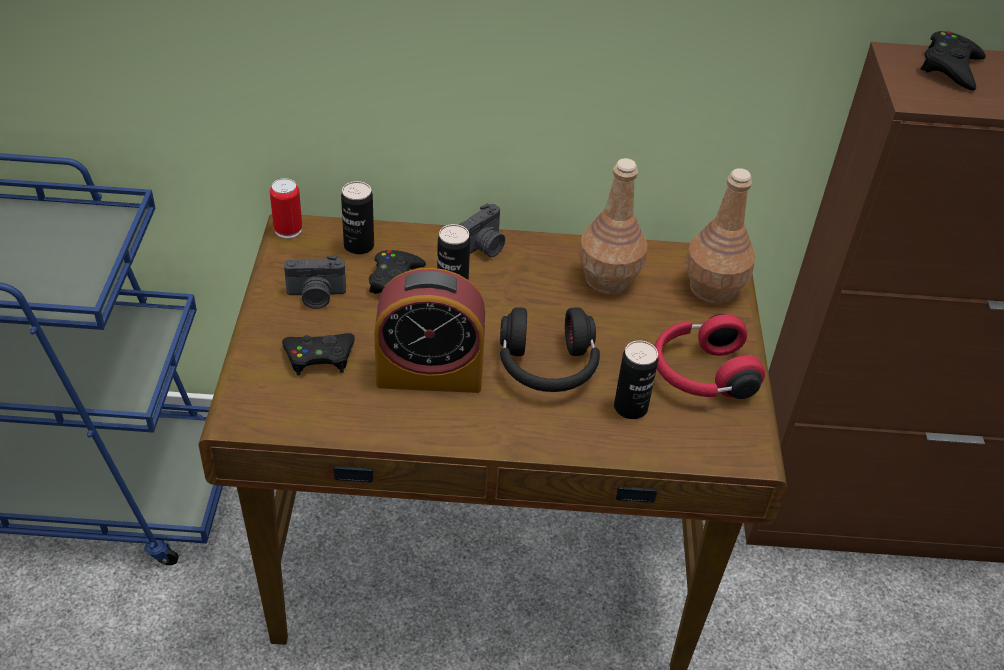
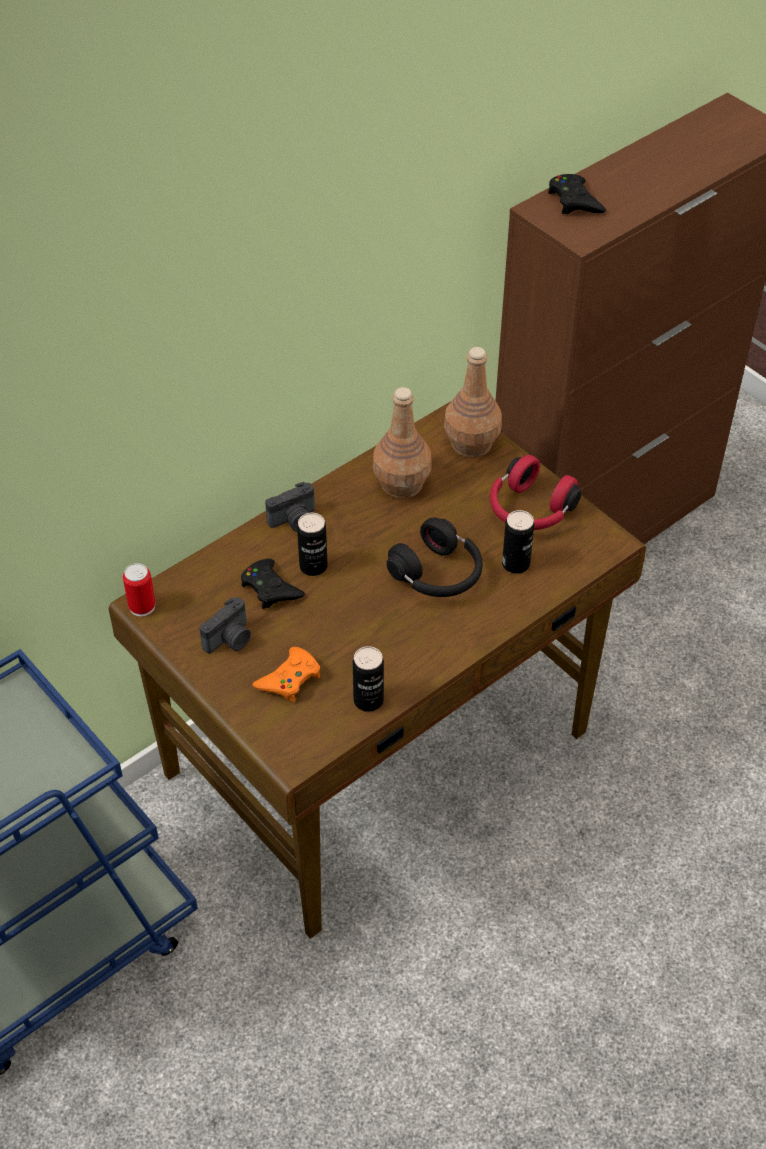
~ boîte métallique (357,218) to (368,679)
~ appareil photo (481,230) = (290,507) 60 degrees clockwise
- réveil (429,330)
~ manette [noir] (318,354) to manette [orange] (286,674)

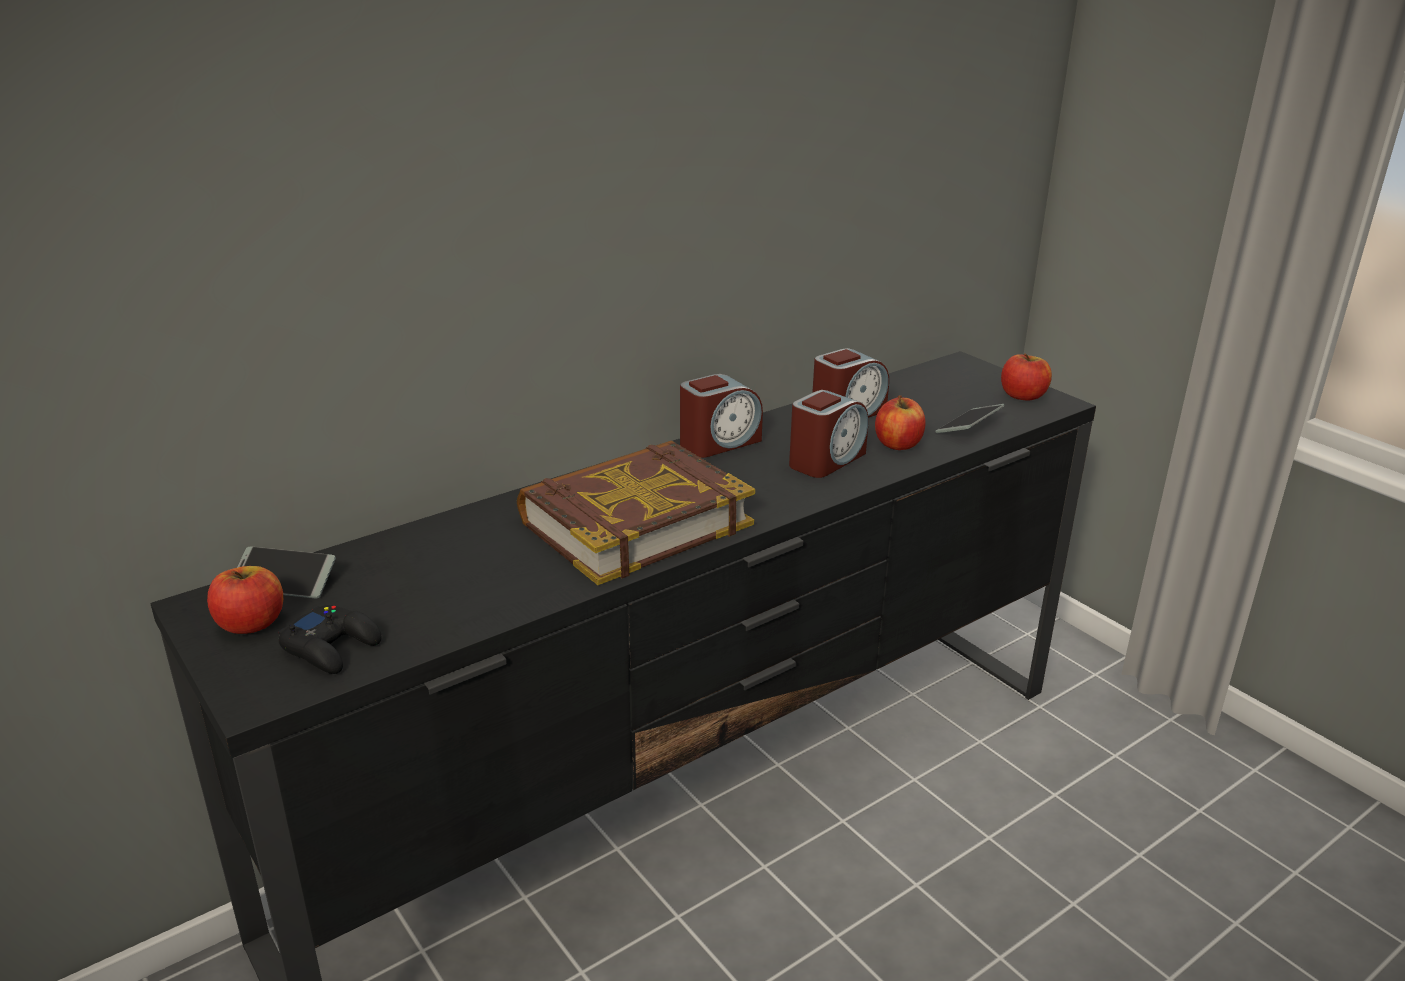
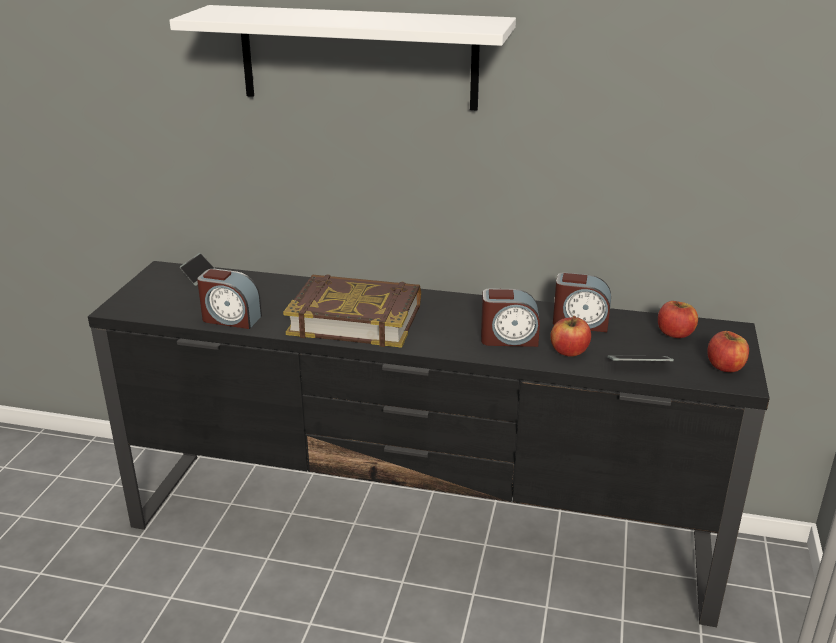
~ réveil (721,416) to (229,299)
~ pomme (245,600) to (678,319)
- manette [noir] (329,639)
+ étagère [blanc] (342,58)

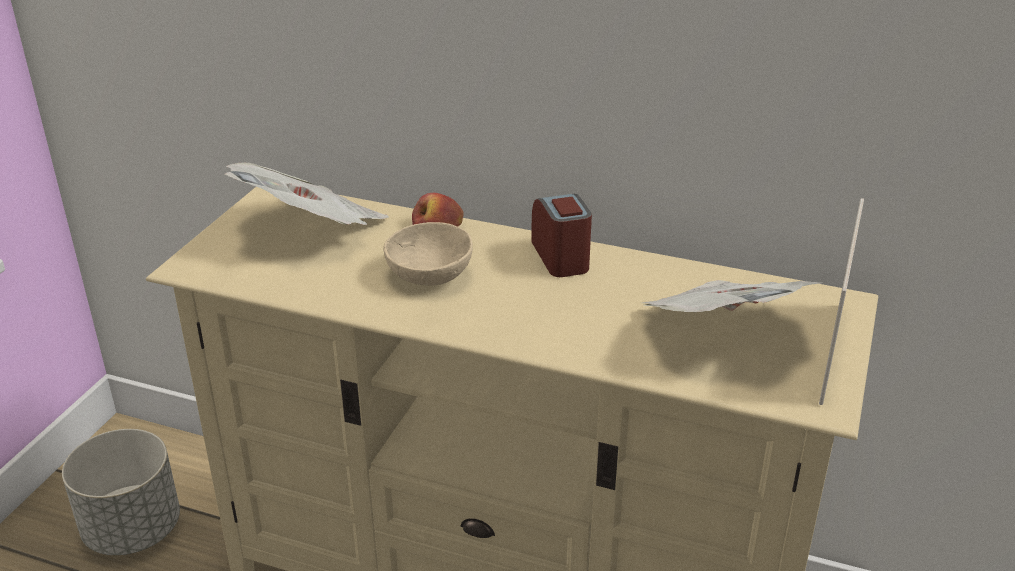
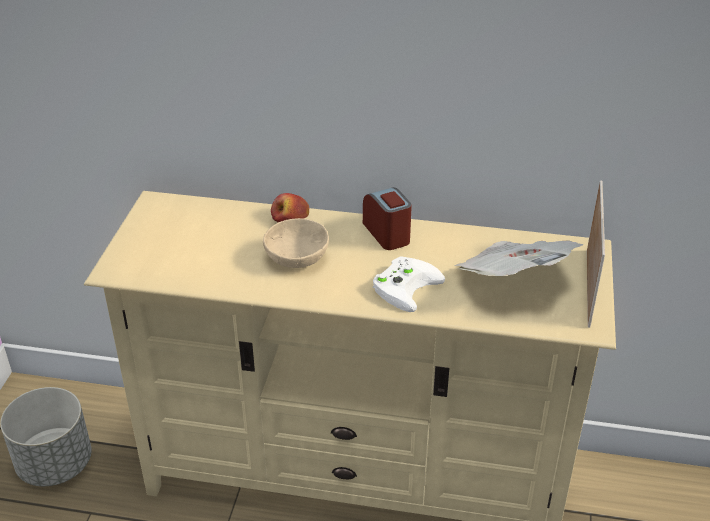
- journal (307,193)
+ manette [blanc] (409,284)

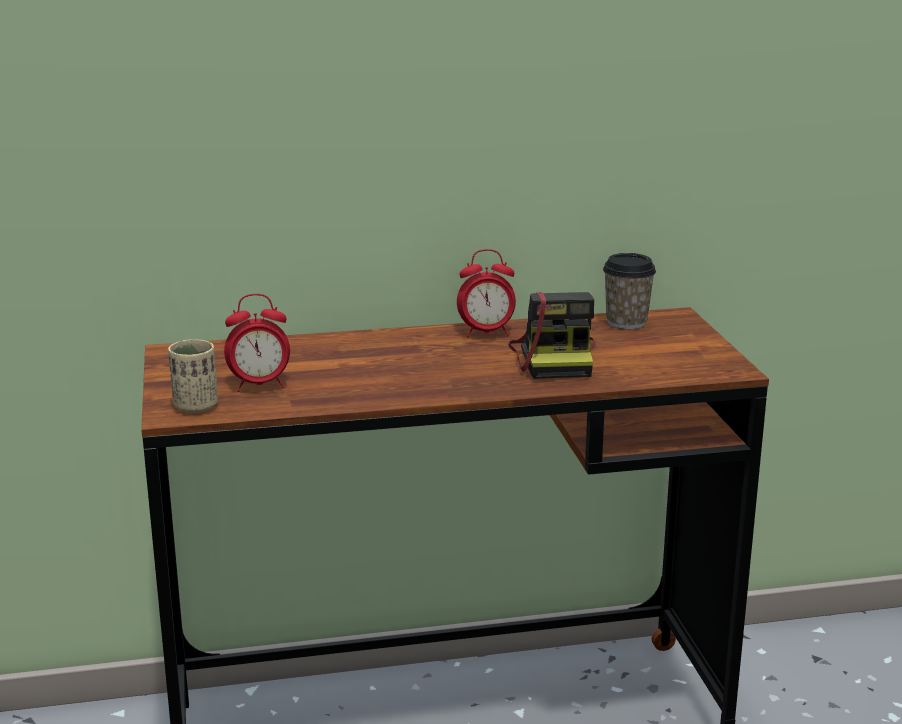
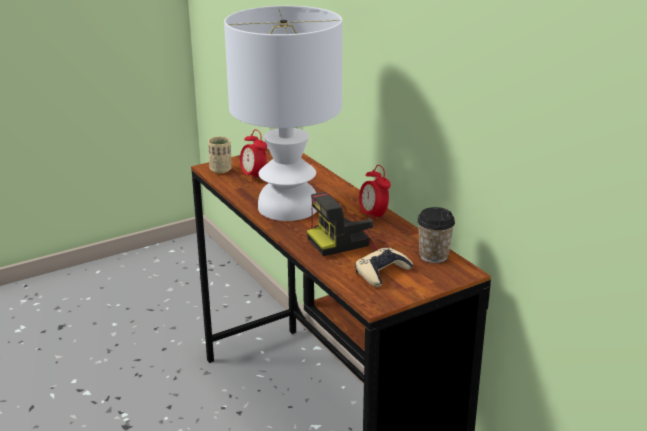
+ lampe de table [blanc] (283,113)
+ manette [beige] (384,267)

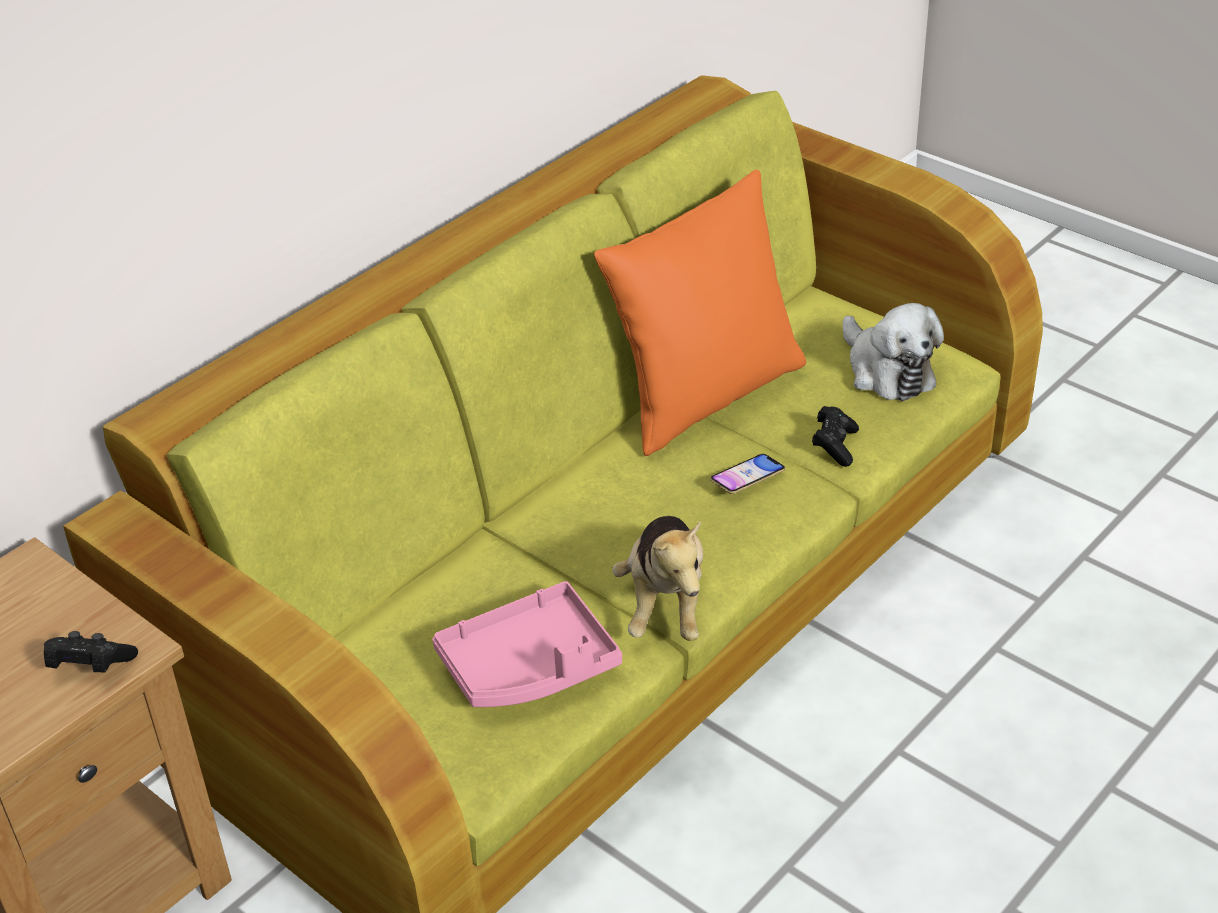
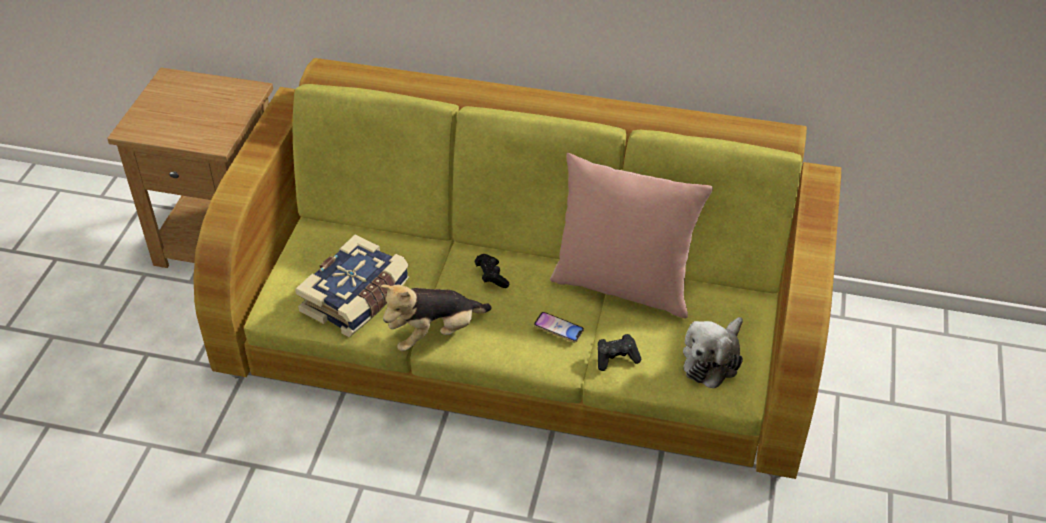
~ coussin [orange] (700,313) to coussin [rose] (631,236)
~ plateau [rose] (527,644) to livre (352,286)
~ manette [noir] (91,651) to (492,271)

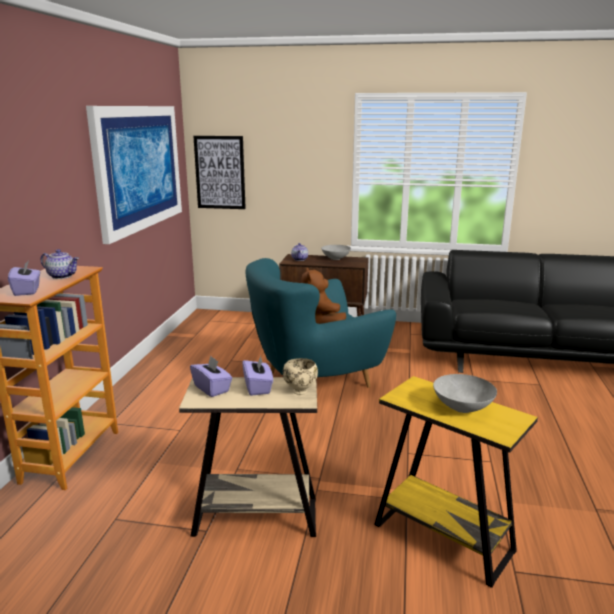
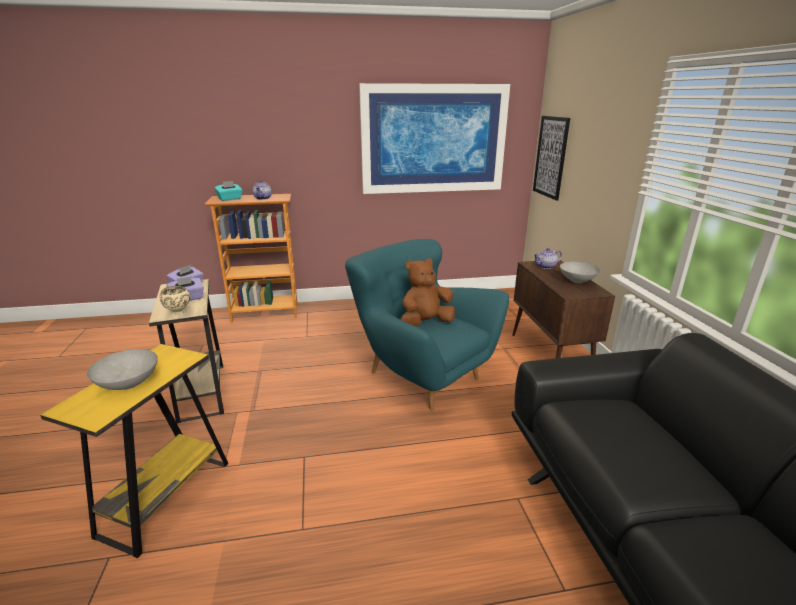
~ boîte à mouchoirs [violet] (24,278) to boîte à mouchoirs [turquoise] (228,191)

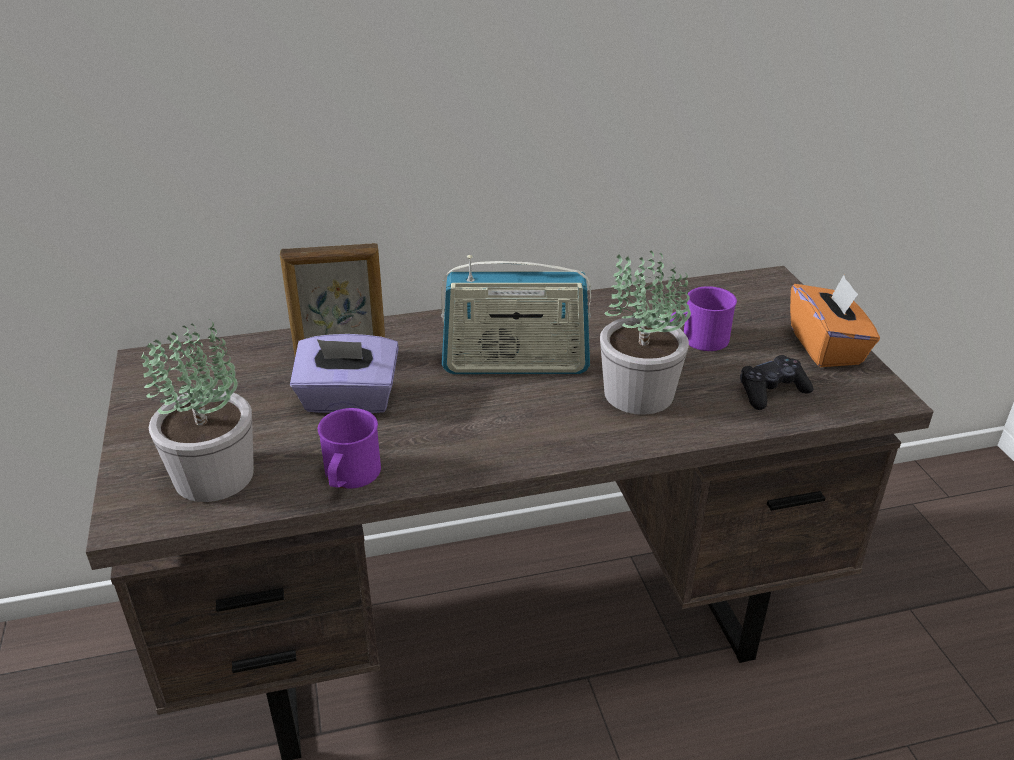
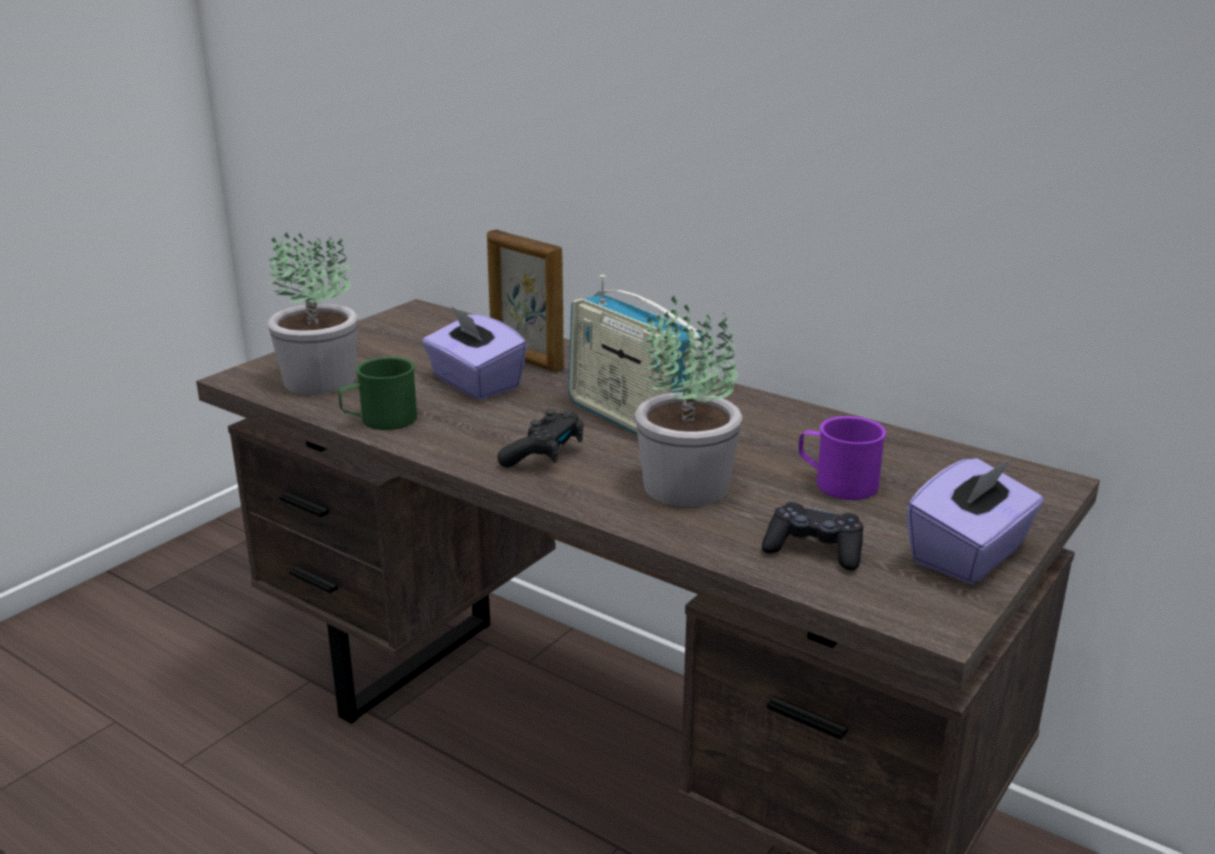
~ boîte à mouchoirs [orange] (835,321) to boîte à mouchoirs [violet] (975,521)
~ mug [violet] (349,448) to mug [vert] (377,393)
+ manette [noir] (540,438)

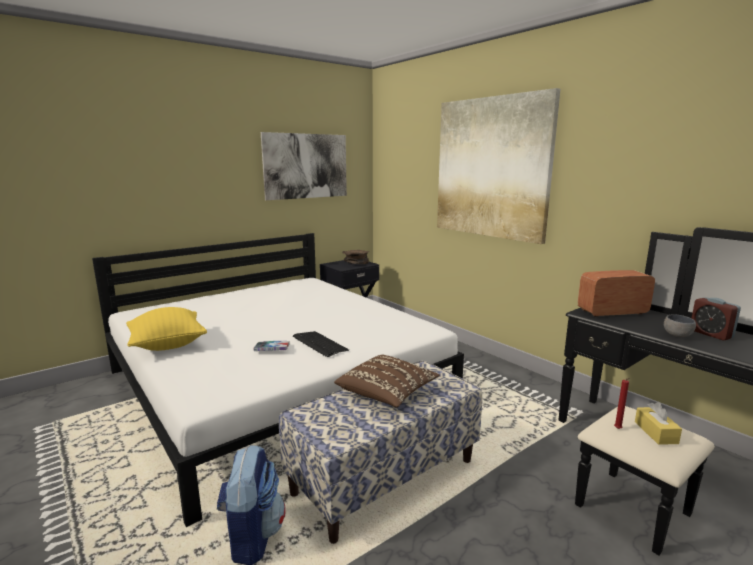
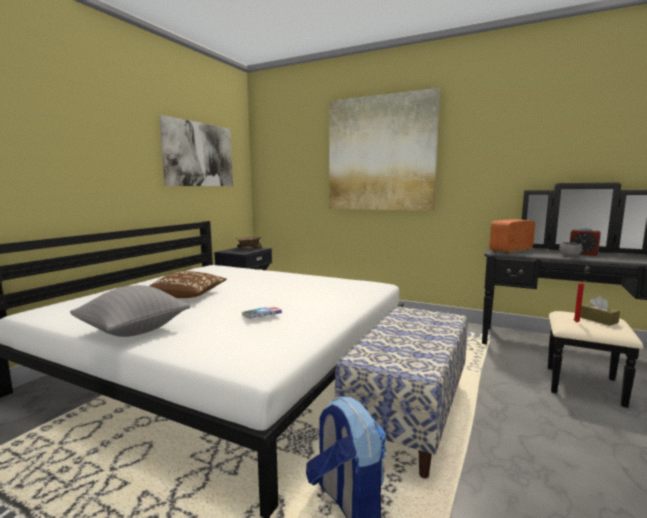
~ coussin [jaune] (166,329) to coussin [gris] (130,311)
- clavier (321,344)
~ coussin [marron] (387,380) to (188,284)
~ boîte à mouchoirs [jaune] (658,423) to boîte à mouchoirs [marron] (600,311)

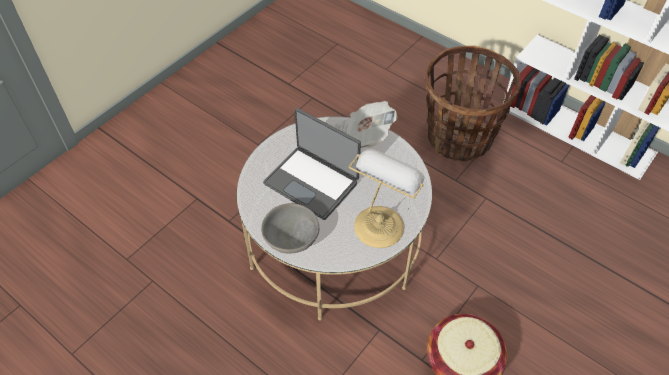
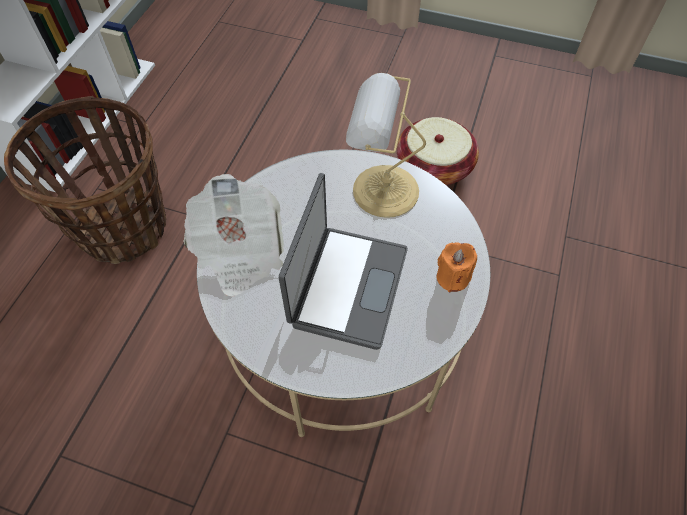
~ bol [gris] (290,228) to bougie [orange] (456,267)

